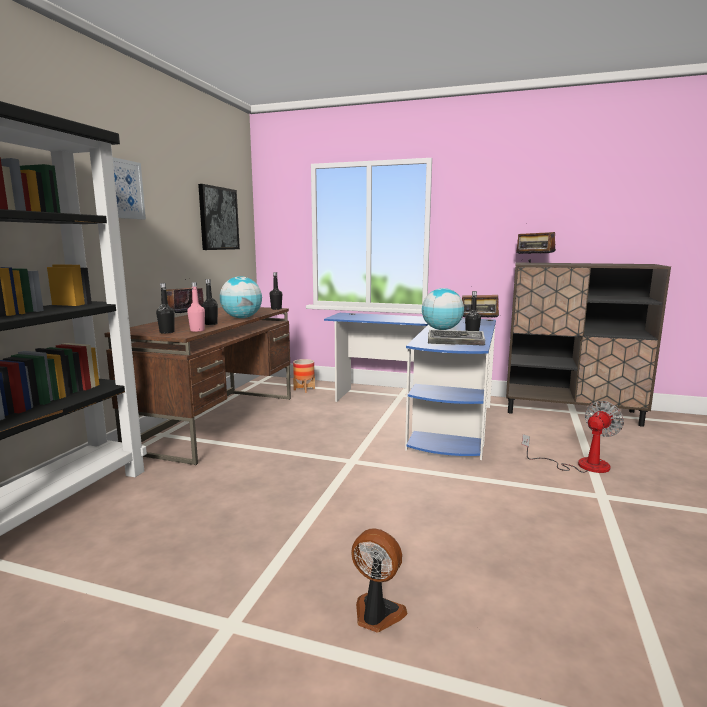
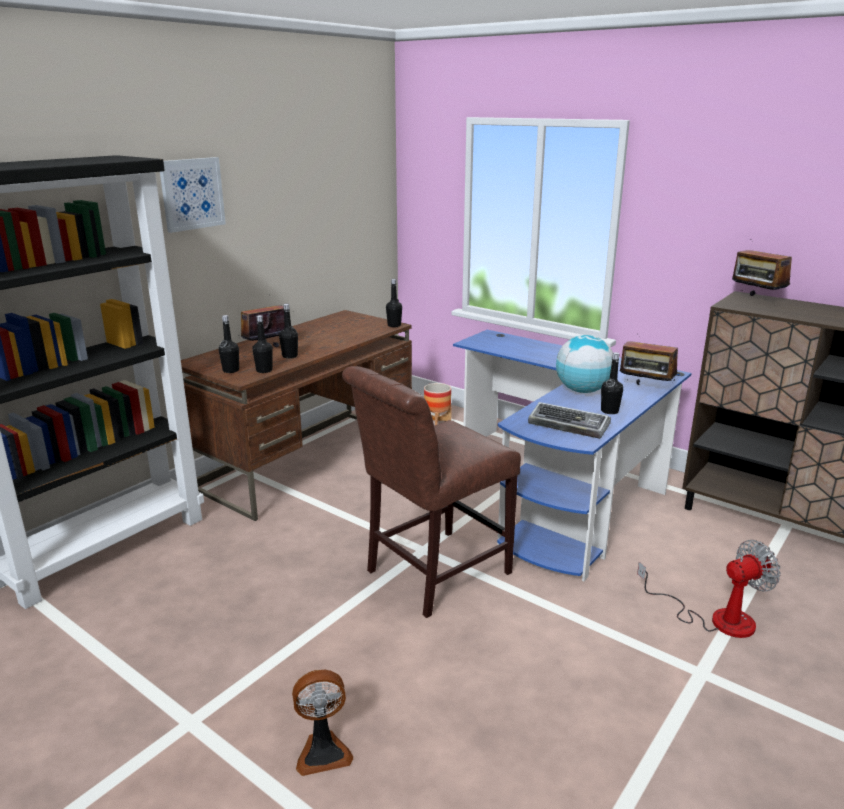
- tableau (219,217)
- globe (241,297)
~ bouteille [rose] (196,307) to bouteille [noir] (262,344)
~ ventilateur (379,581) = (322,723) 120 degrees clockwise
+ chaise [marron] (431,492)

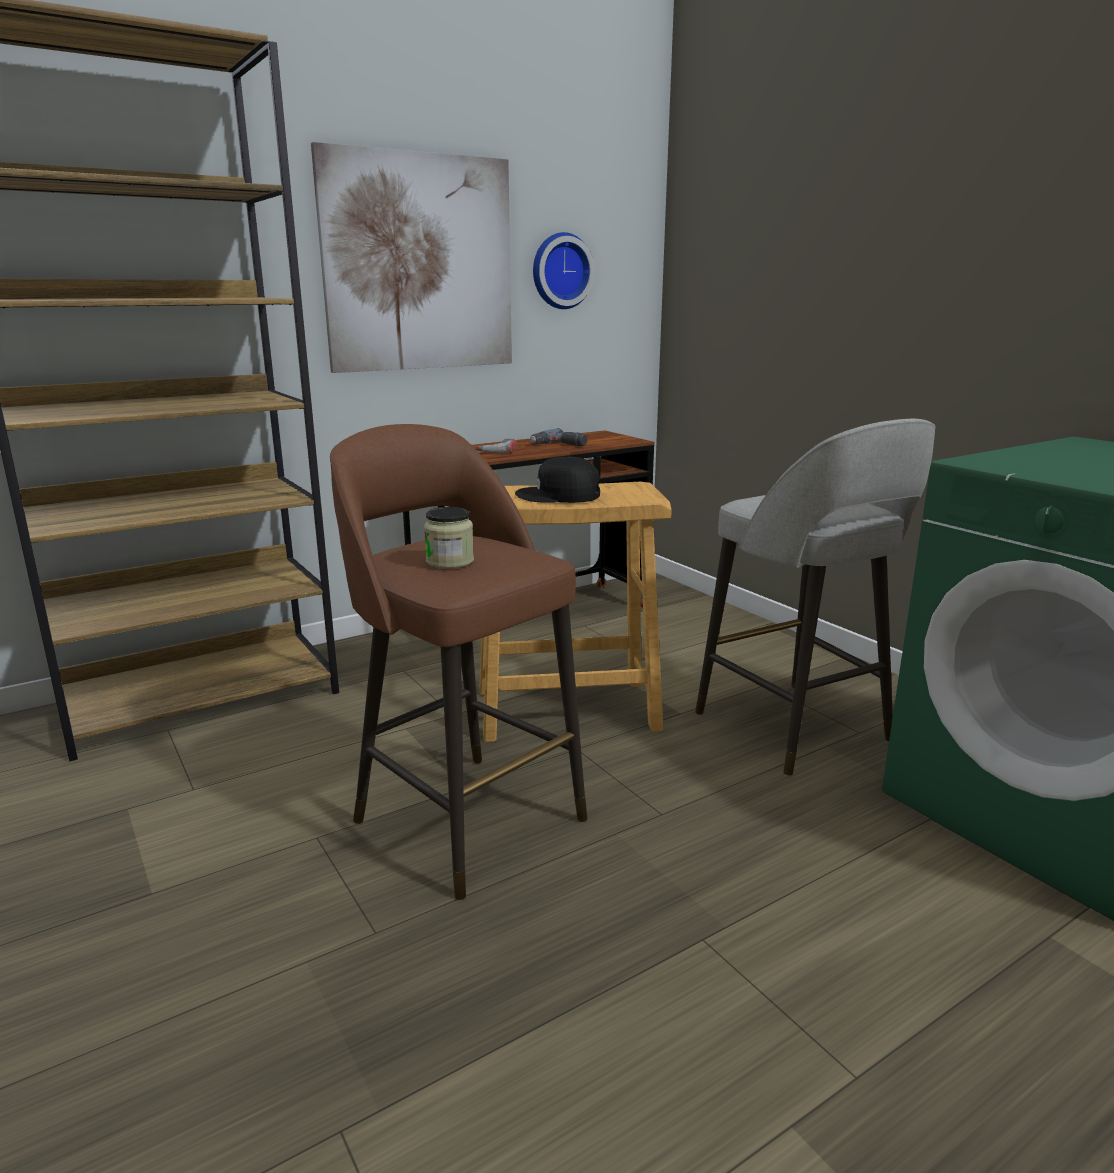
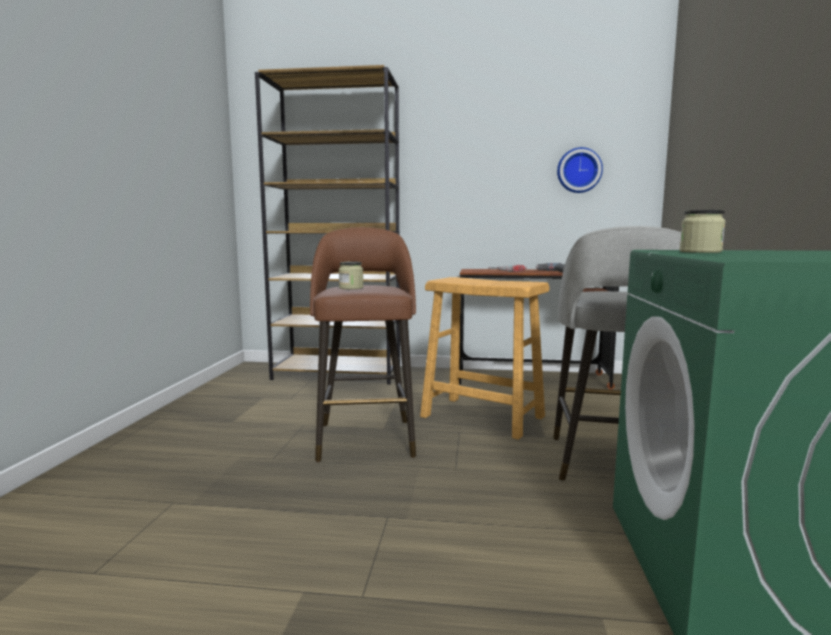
- tableau (411,257)
- casquette [noir] (557,480)
+ bocal (702,231)

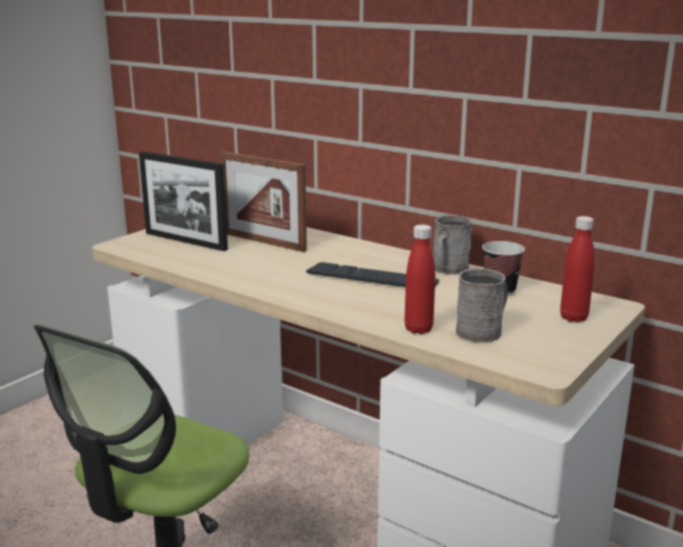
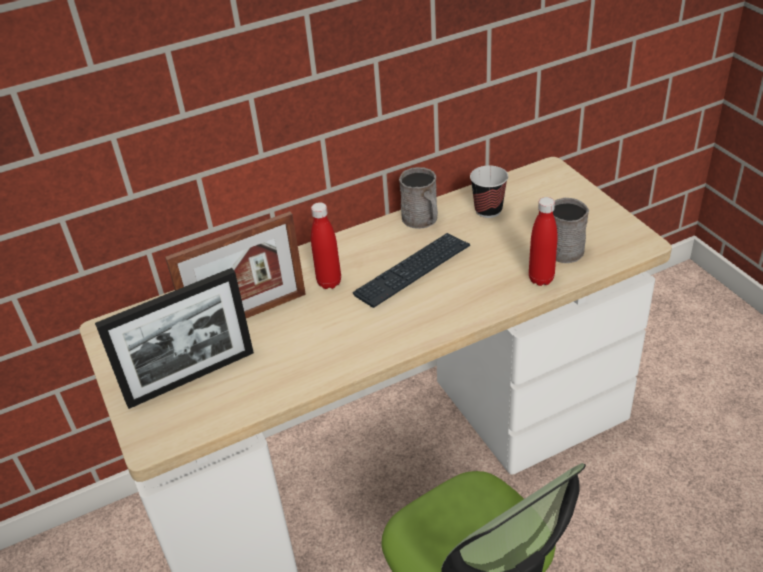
~ bouteille [rouge] (577,269) to (326,245)

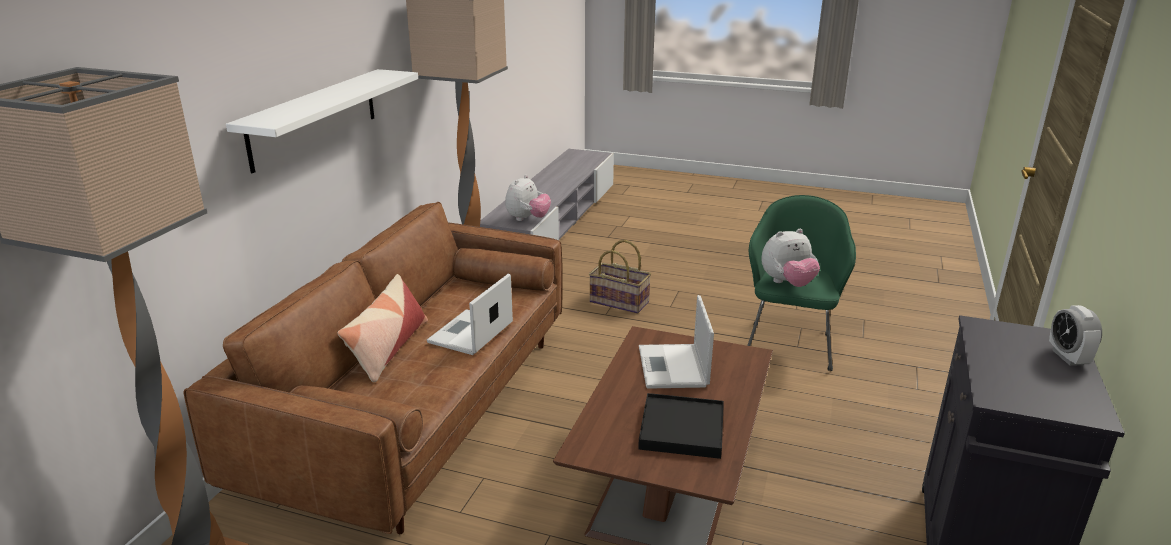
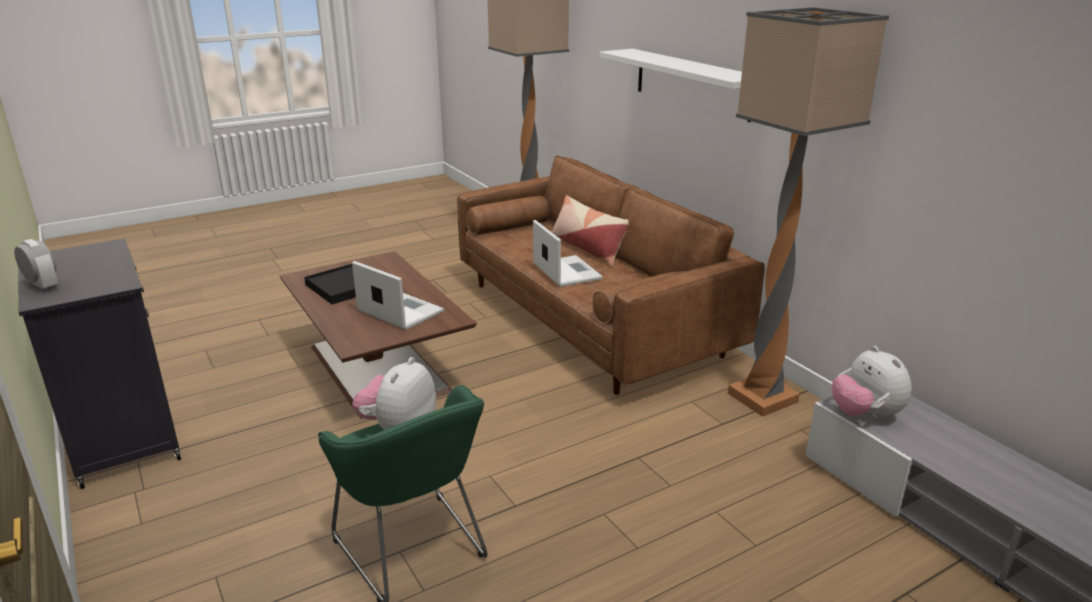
- panier (620,277)

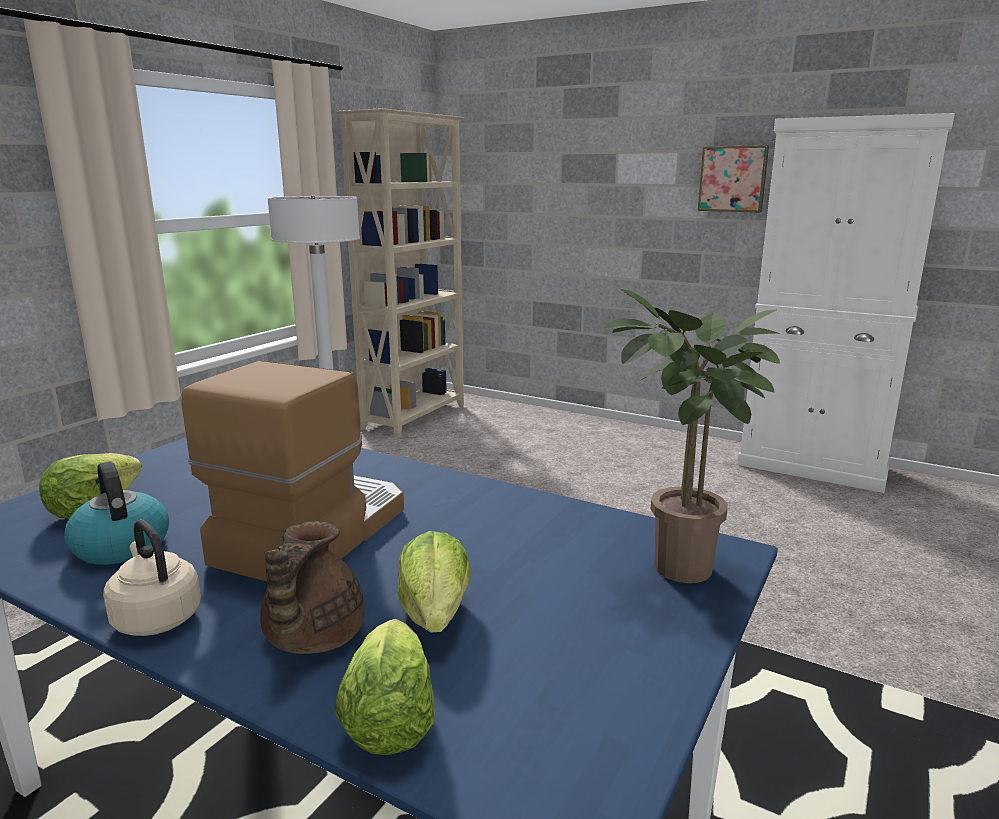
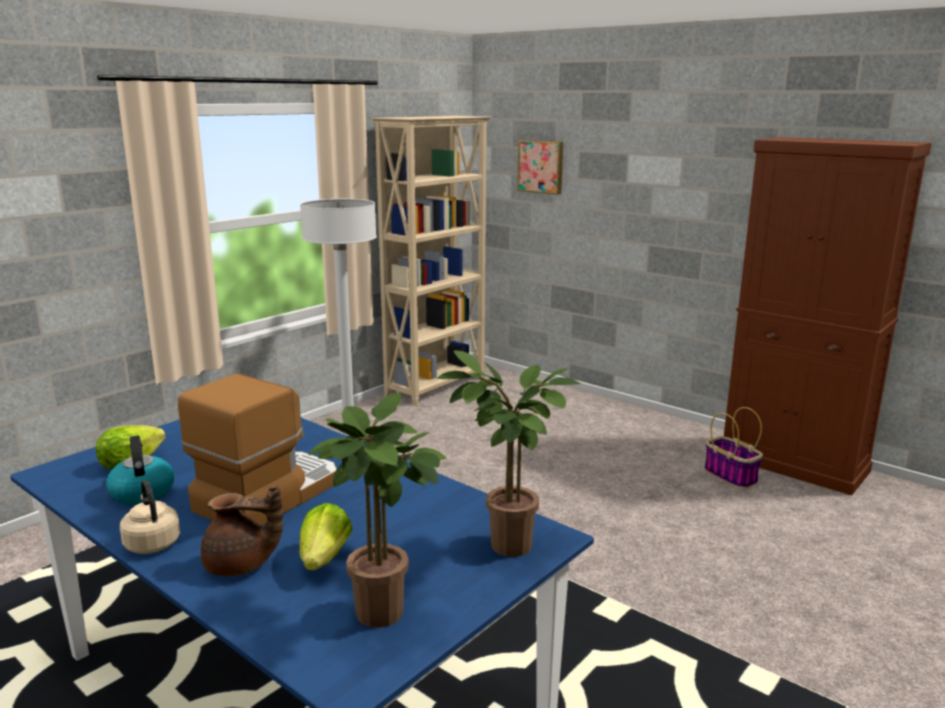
~ meuble de rangement [blanc] (846,303) to meuble de rangement [marron] (828,316)
~ tableau (733,179) to (540,167)
~ théière [marron] (312,587) = (242,531) 105 degrees counterclockwise
- laitue (384,687)
+ plante en pot (377,510)
+ panier (733,448)

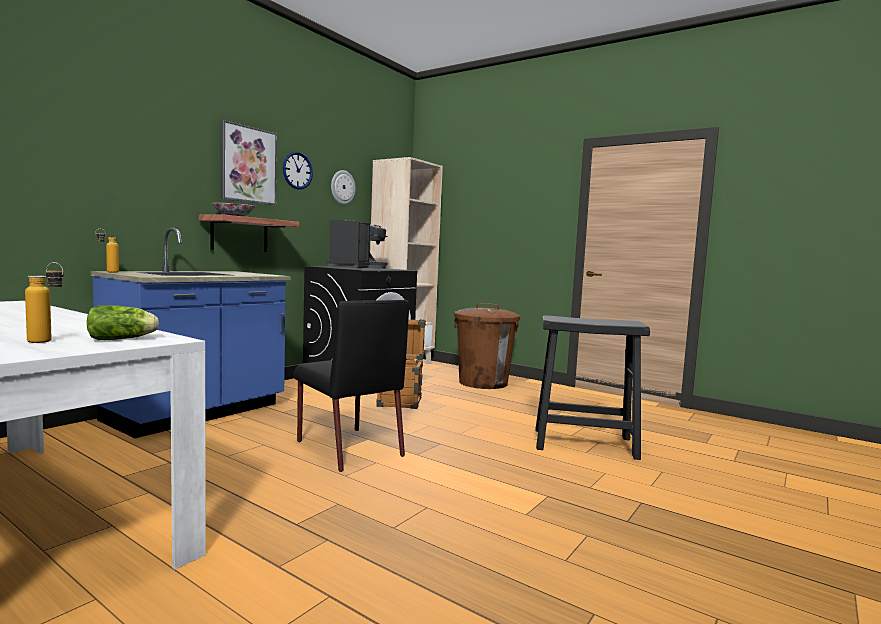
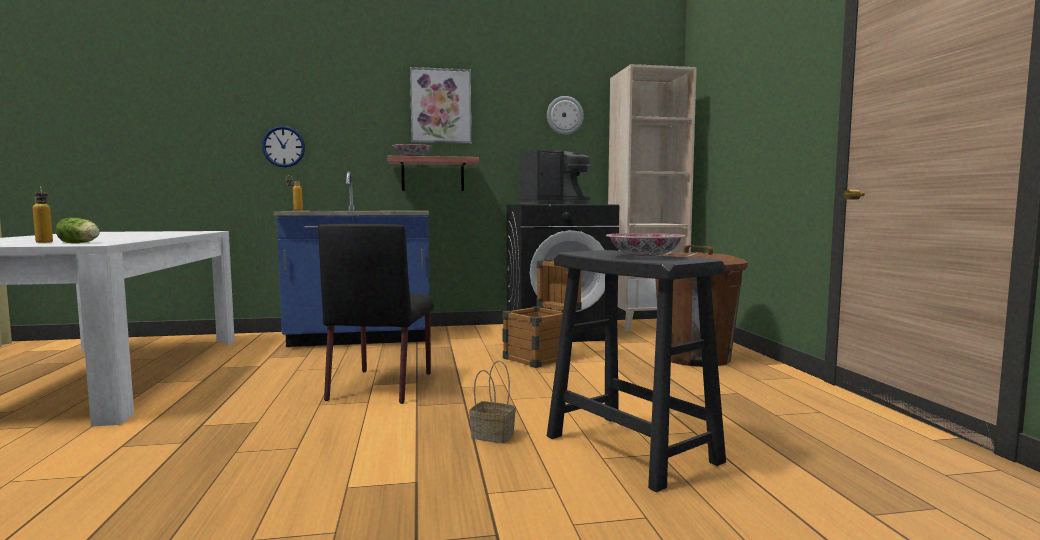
~ horloge murale (298,170) to (283,146)
+ bol (646,245)
+ panier (492,402)

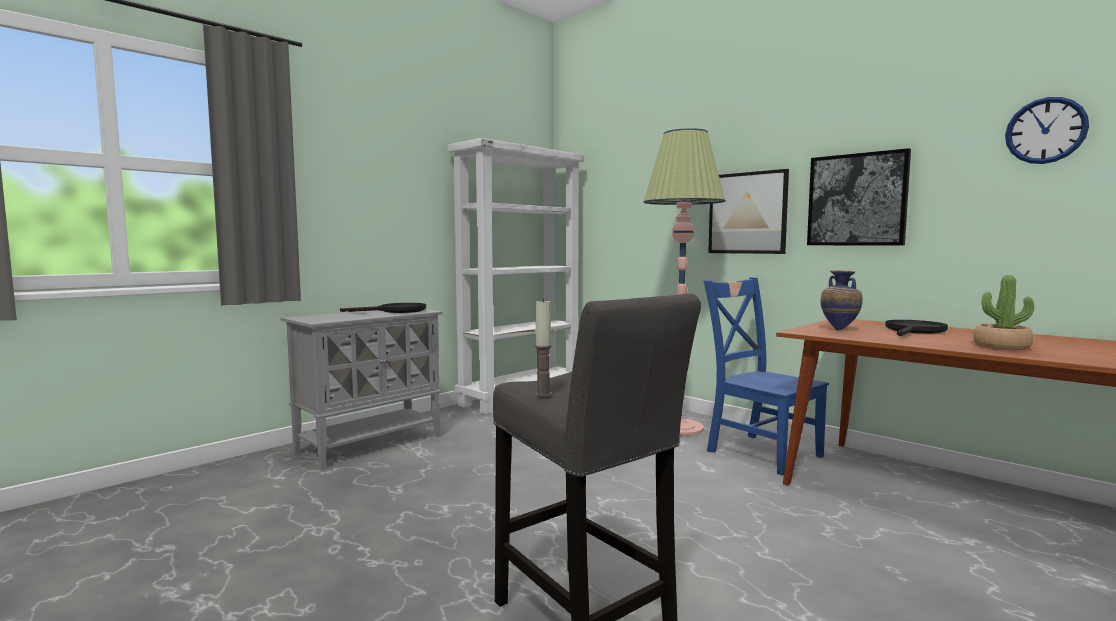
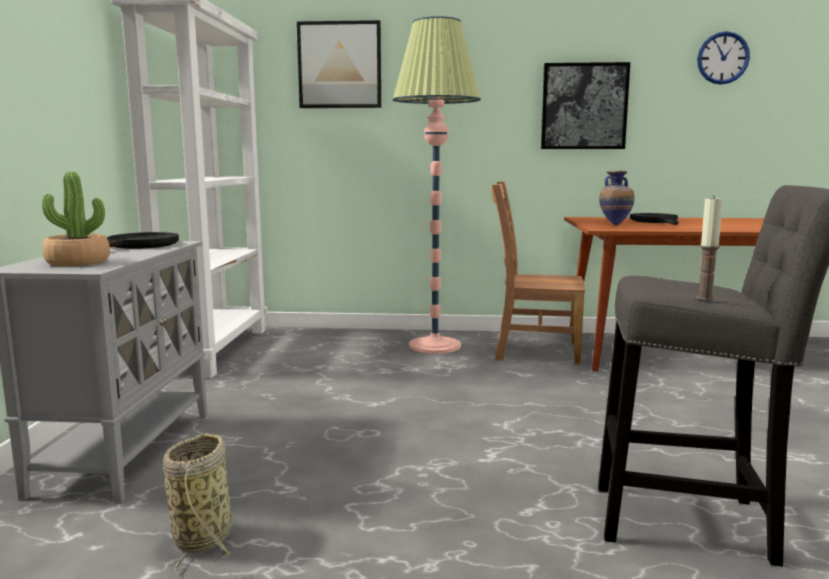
~ tableau (748,211) to (339,64)
~ plante en pot (1003,312) to (76,219)
~ chaise [bleu] (766,376) to chaise [marron] (538,273)
+ panier (198,504)

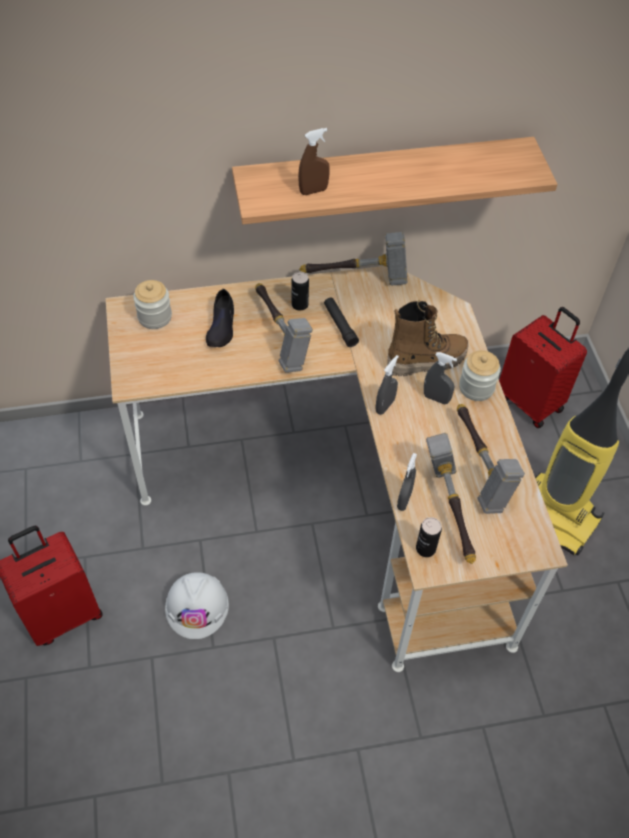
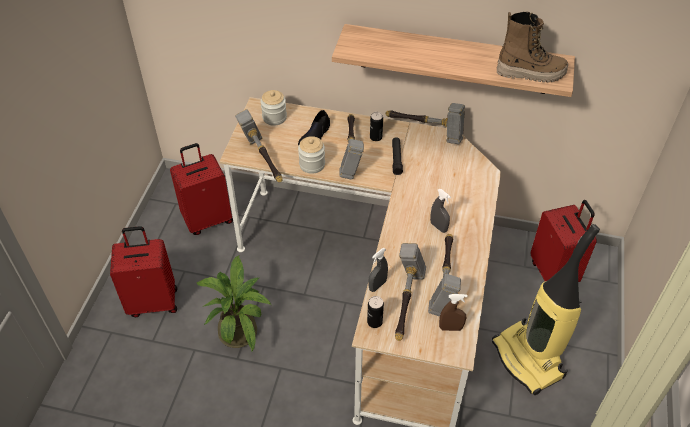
~ vaporisateur [marron] (314,161) to (453,312)
~ botte (428,338) to (532,47)
~ bocal (480,375) to (311,155)
- vaporisateur [gris] (387,385)
~ casque de chantier [blanc] (197,605) to plante en pot (234,303)
+ marteau (259,145)
+ valise [rouge] (201,189)

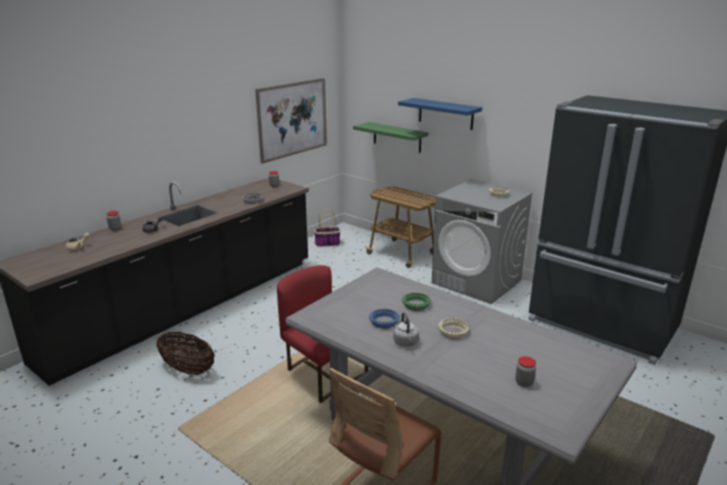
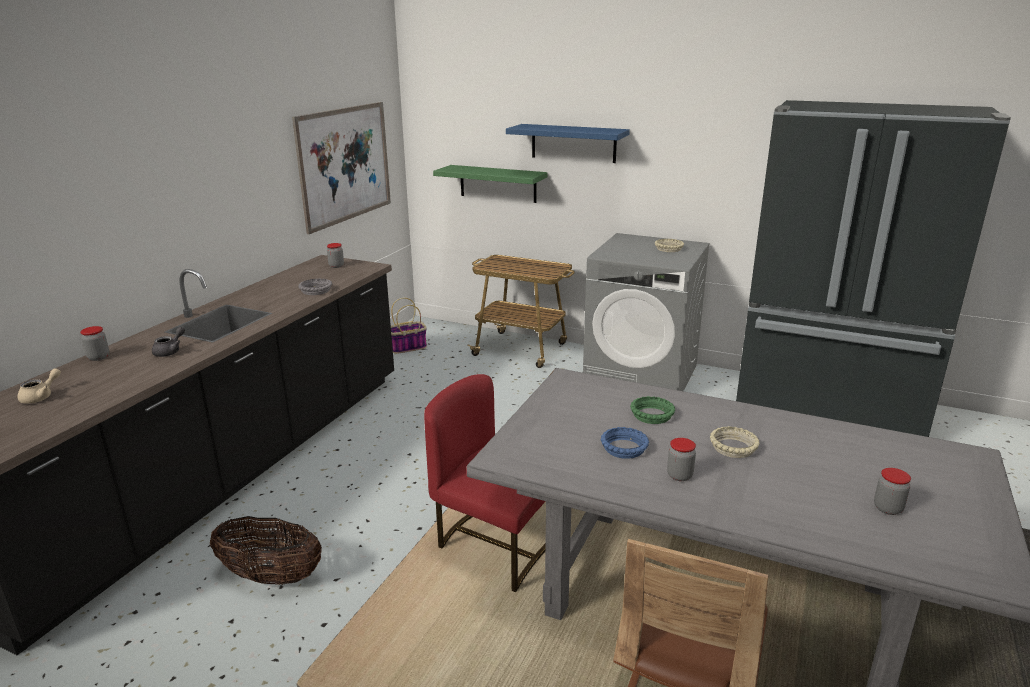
~ bouilloire [gris] (406,329) to bocal (681,459)

